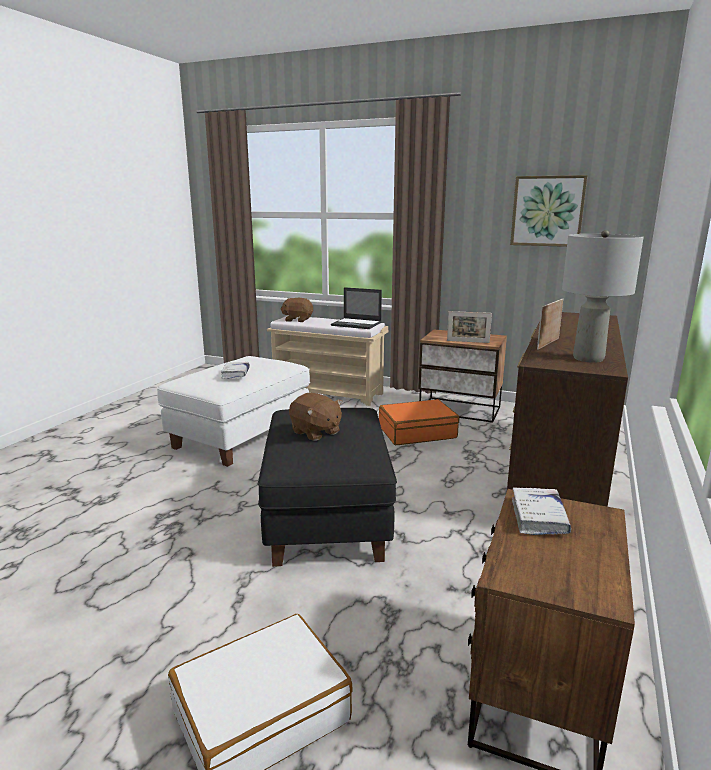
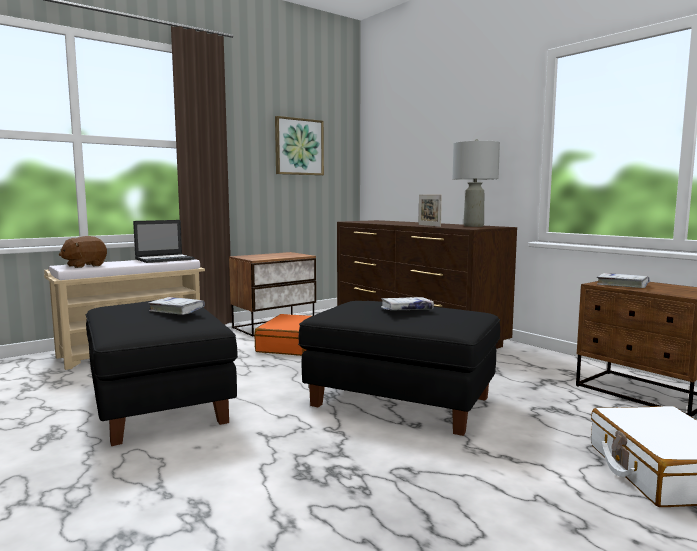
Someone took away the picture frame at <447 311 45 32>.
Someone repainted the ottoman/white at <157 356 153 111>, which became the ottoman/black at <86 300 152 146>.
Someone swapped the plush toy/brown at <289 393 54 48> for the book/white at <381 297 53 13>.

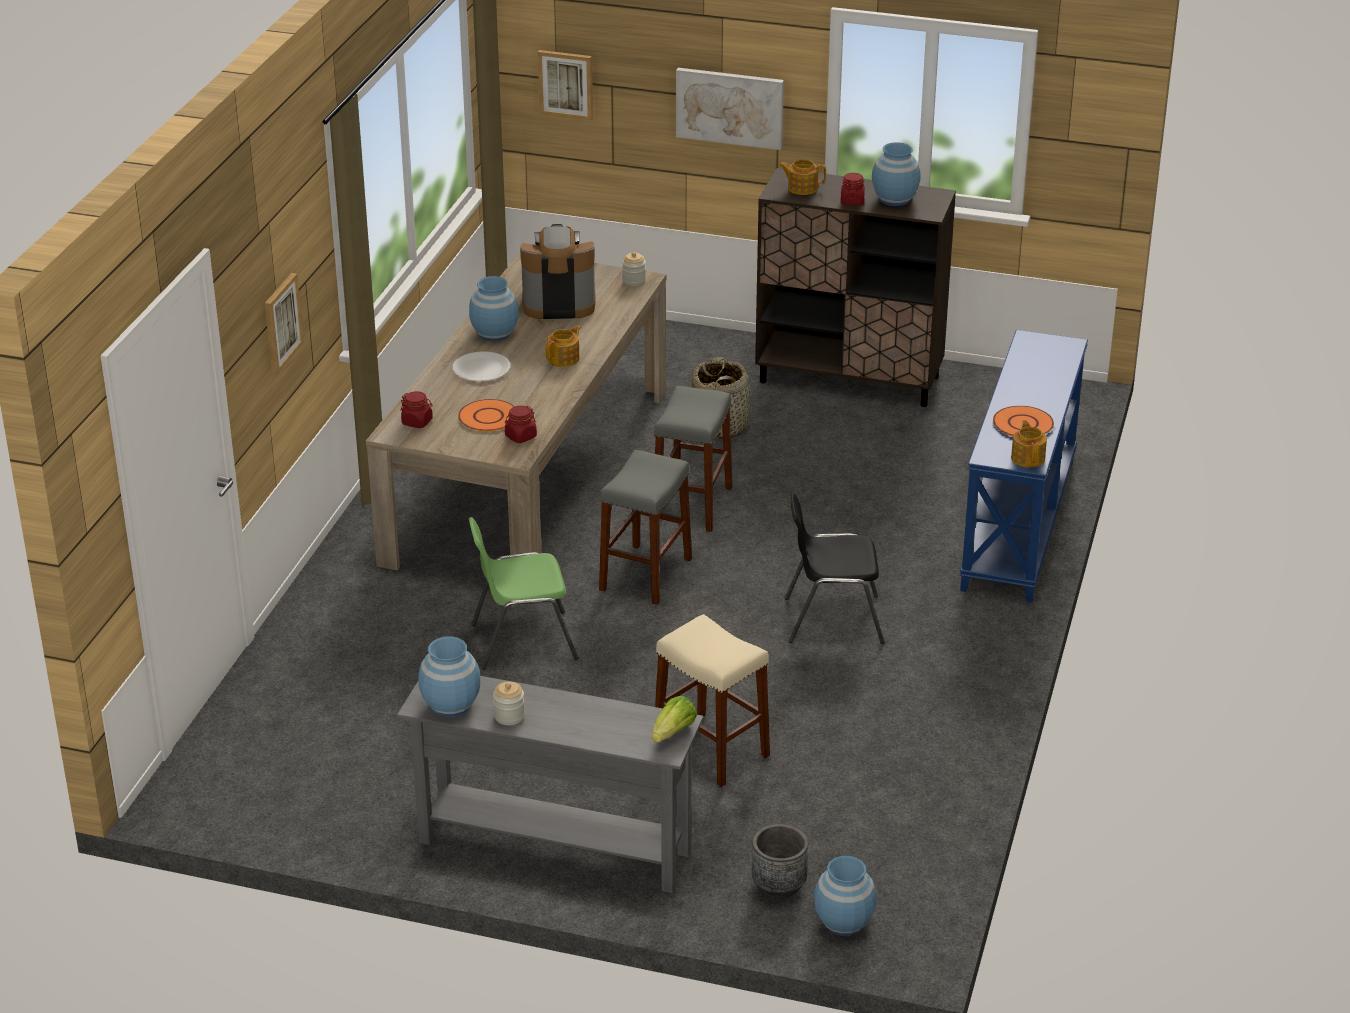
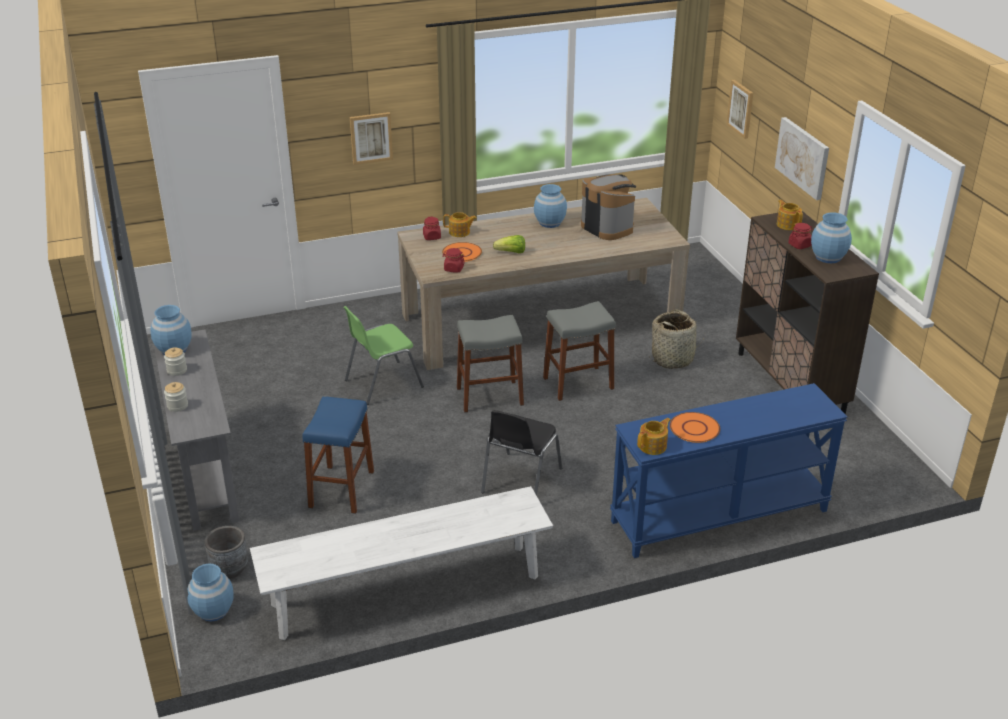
Someone carried the jar from <622 252 24 34> to <164 382 24 30>.
Someone carried the teapot from <545 325 36 42> to <443 212 34 25>.
Someone took away the plate/white at <453 351 58 30>.
Someone rotated the chair/black at <785 492 100 152> by 120 degrees counterclockwise.
Someone rotated the chair/green at <469 517 109 153> by 75 degrees counterclockwise.
Someone repainted the stool/beige at <655 614 115 173>, which became the stool/blue at <302 397 72 117>.
Someone carried the lettuce from <652 696 45 47> to <493 235 32 18>.
Someone put down the bench/white at <250 486 303 154>.

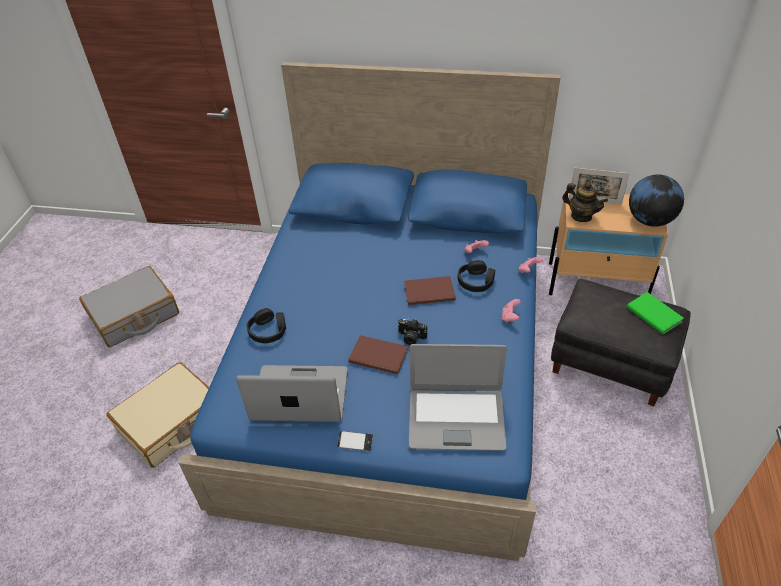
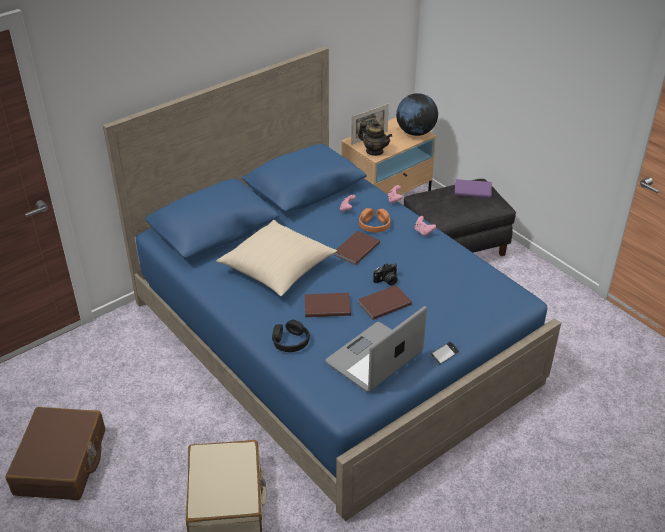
Someone rotated the teapot at <562 182 46 40> by 45 degrees clockwise.
Someone repainted the headphones/black at <458 260 37 32>, which became the headphones/orange at <359 208 31 25>.
Someone repainted the suitcase/grey at <79 266 100 81>, which became the suitcase/brown at <6 407 99 93>.
Someone repainted the book/green at <627 292 57 42>, which became the book/purple at <455 179 37 19>.
Someone took away the laptop at <409 344 98 107>.
Someone put down the pillow/beige at <216 220 121 76>.
Someone put down the book/brown at <304 293 47 24>.

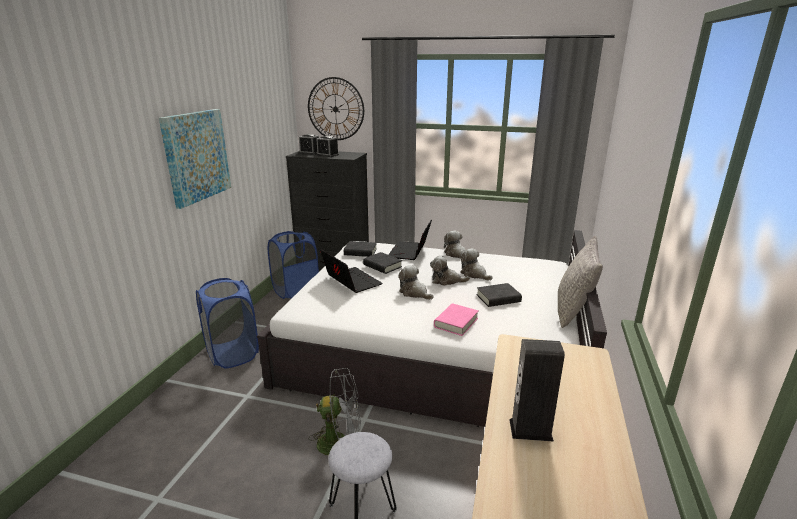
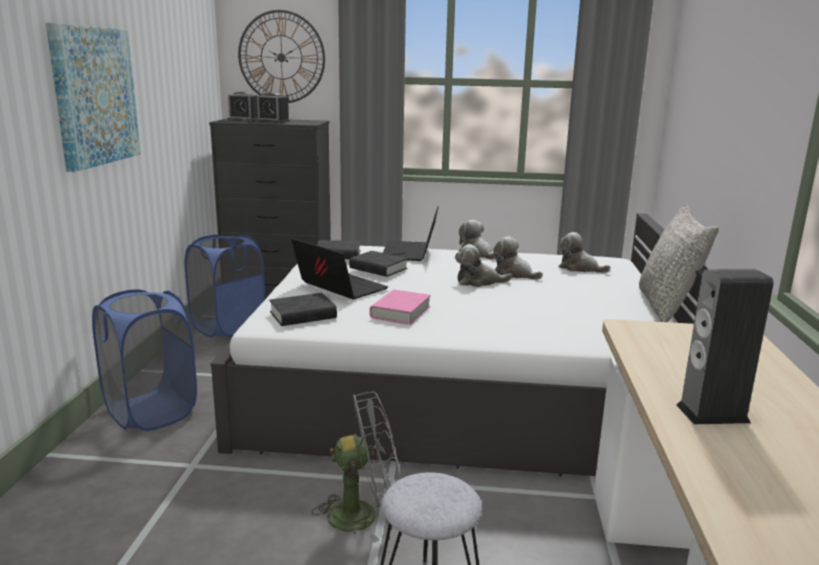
Someone carried the plush toy from <399 265 35 35> to <559 232 51 41>.
Someone carried the book/black from <476 283 46 24> to <269 293 68 33>.
Someone carried the book/pink from <434 303 44 33> to <370 290 61 35>.

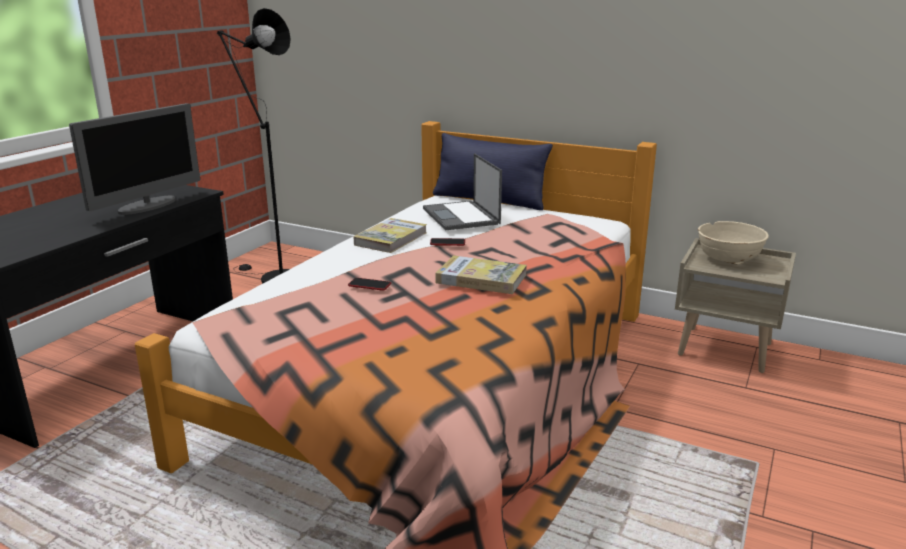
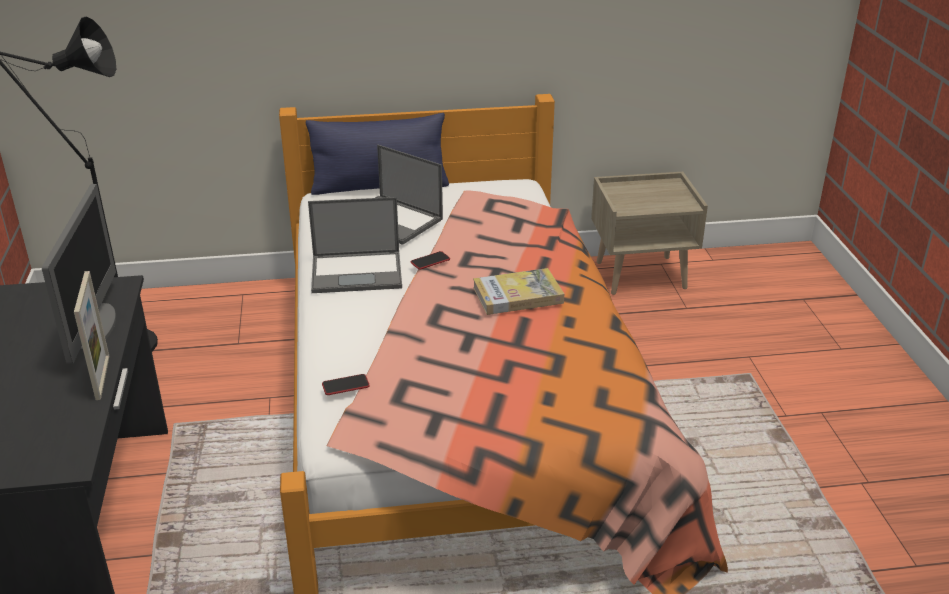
Someone swapped the book at <353 218 74 35> for the laptop at <308 197 94 96>.
Someone took away the bowl/beige at <698 221 71 44>.
Someone carried the phone from <348 278 43 13> to <322 374 48 21>.
Someone put down the picture frame at <74 271 35 129>.

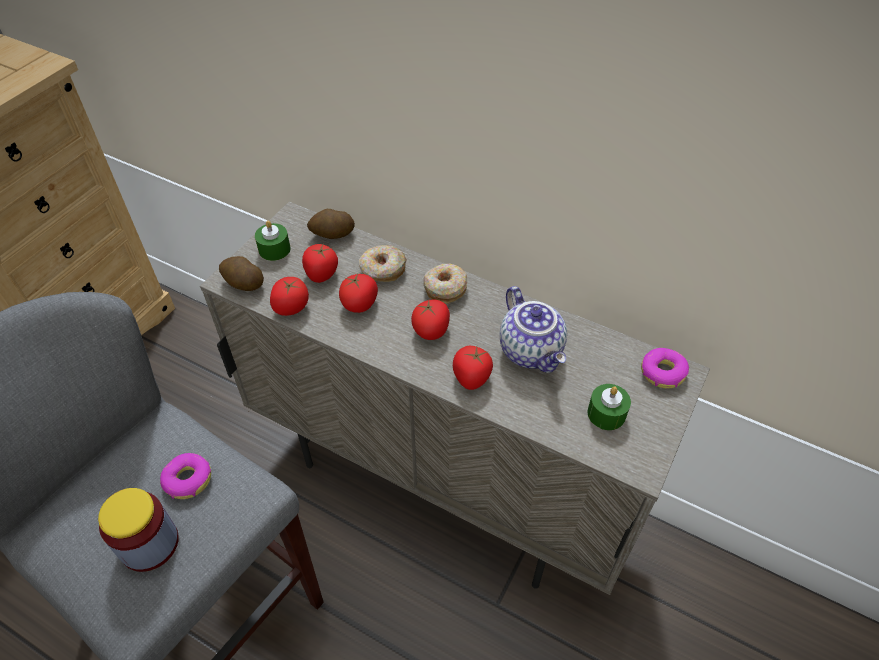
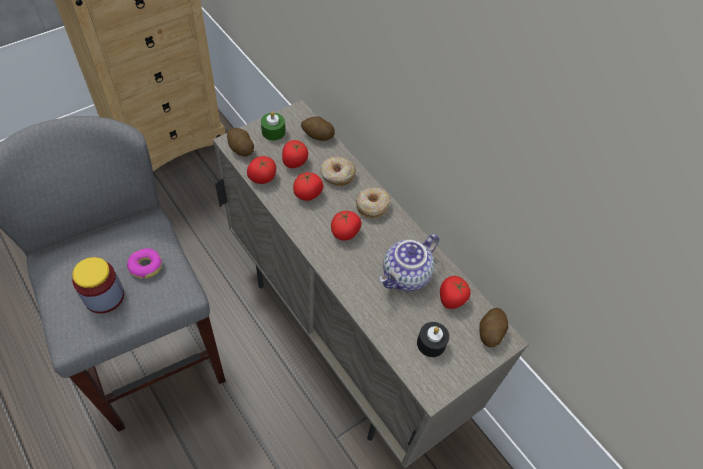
Someone rotated the teapot at <500 286 67 87> by 45 degrees clockwise.
Someone carried the tomato from <453 346 40 44> to <440 276 31 33>.
Someone swapped the donut at <641 348 48 41> for the potato at <479 308 30 39>.
Someone repainted the candle/green at <587 384 44 46>, which became the candle/black at <417 322 32 35>.

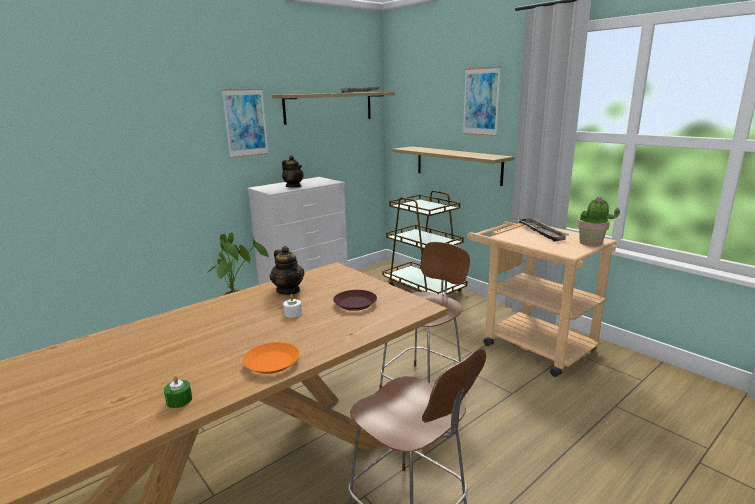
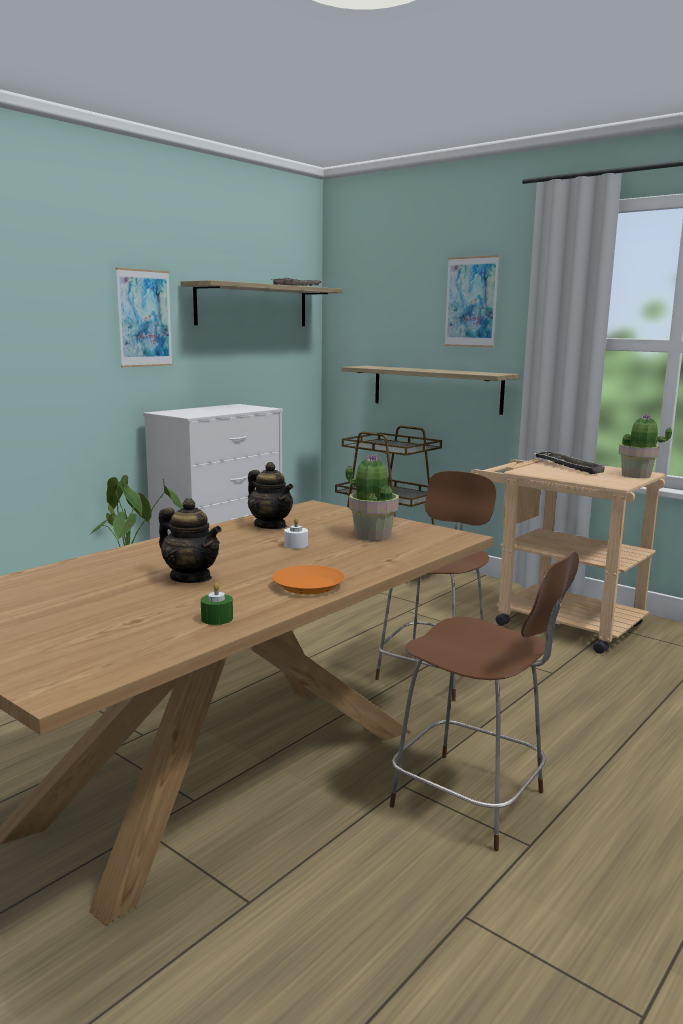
Someone carried the teapot from <282 156 22 32> to <159 498 63 85>.
Someone swapped the plate/brown at <333 290 44 21> for the potted plant at <346 454 53 87>.

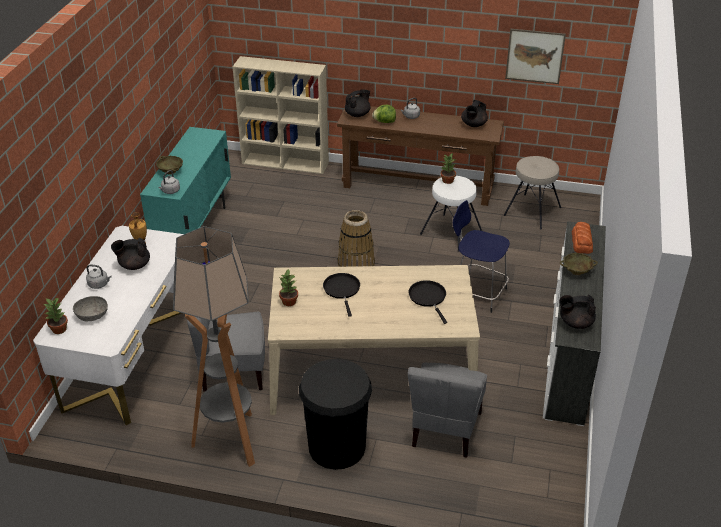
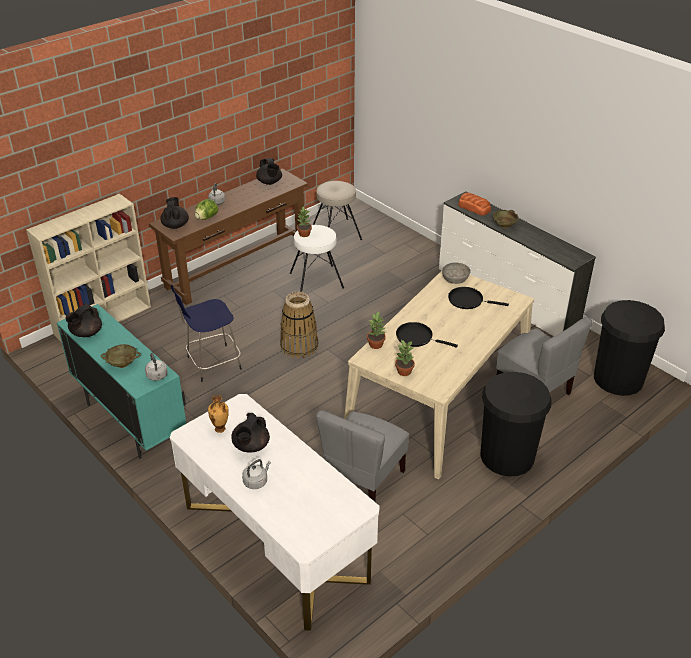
Someone took away the picture at <505 29 61 55>.
Someone carried the stool/blue from <453 200 57 113> to <171 285 71 97>.
Someone took away the floor lamp at <173 226 82 241>.
Someone carried the teapot/black from <559 295 37 34> to <65 303 37 34>.
Someone carried the bowl/grey from <73 296 35 25> to <442 262 29 22>.
Someone carried the potted plant from <44 297 24 37> to <367 312 19 37>.
Someone put down the trash can/black at <594 300 71 96>.

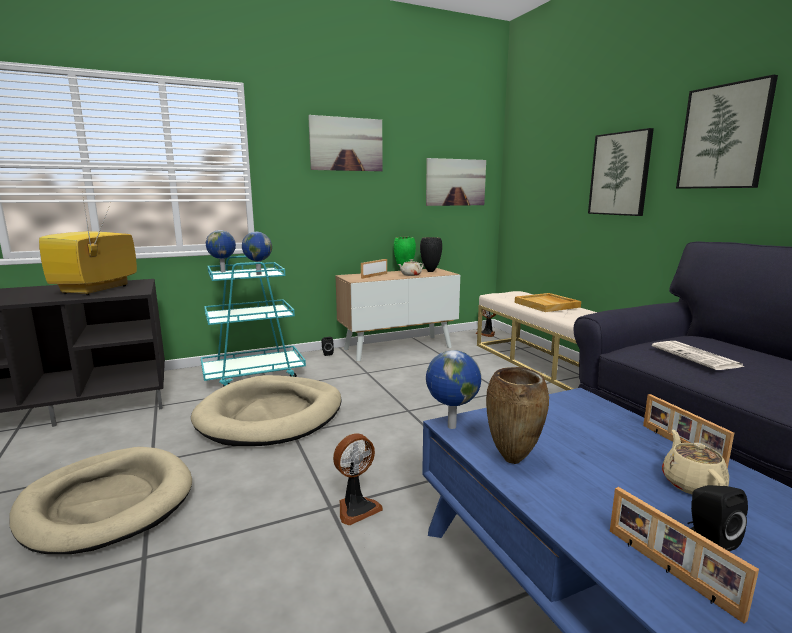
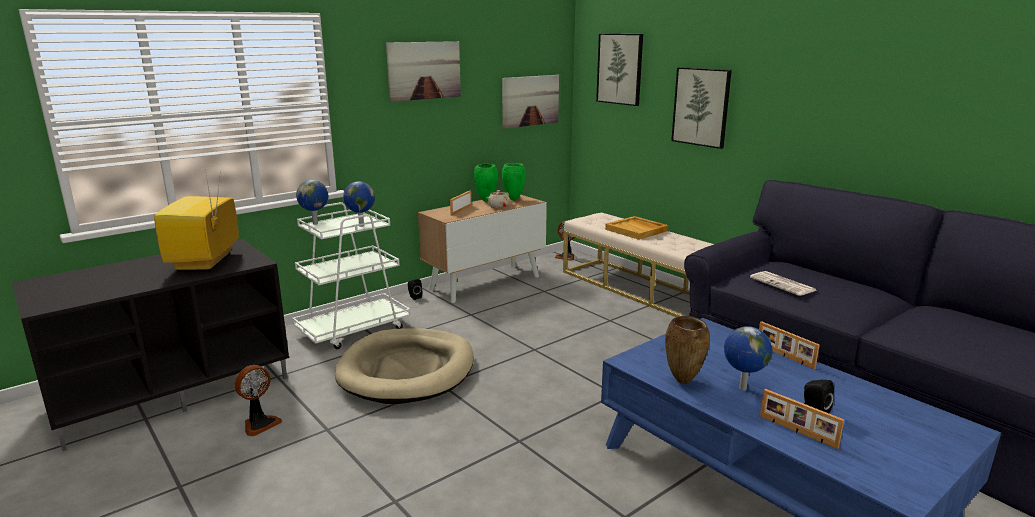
Someone carried the picture from <676 75 102 114> to <596 34 47 72>.
Someone repainted the vase/black at <420 237 22 35>, which became the vase/green at <502 163 23 37>.
Someone repainted the cart/turquoise at <201 256 105 131>, which became the cart/white at <292 202 118 147>.
Someone carried the globe from <426 350 55 79> to <724 326 49 64>.
Someone took away the teapot/beige at <662 429 67 65>.
Someone carried the fan from <333 433 50 92> to <234 365 48 71>.
Someone took away the dog bed/beige at <9 447 183 107>.

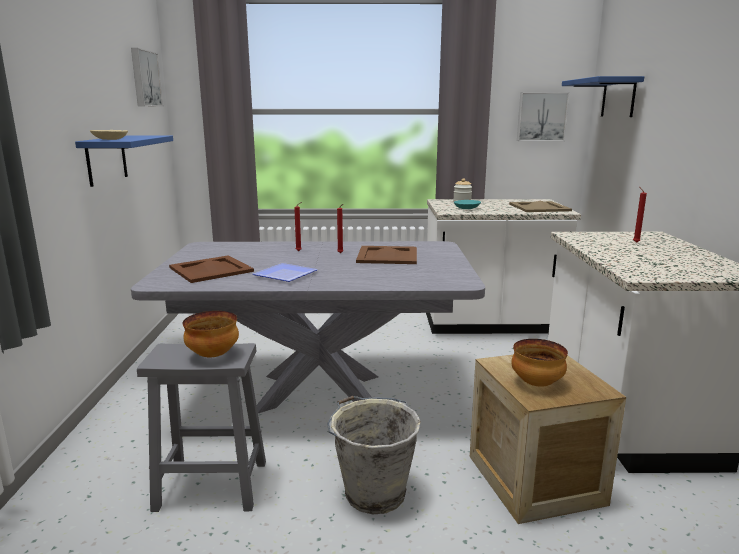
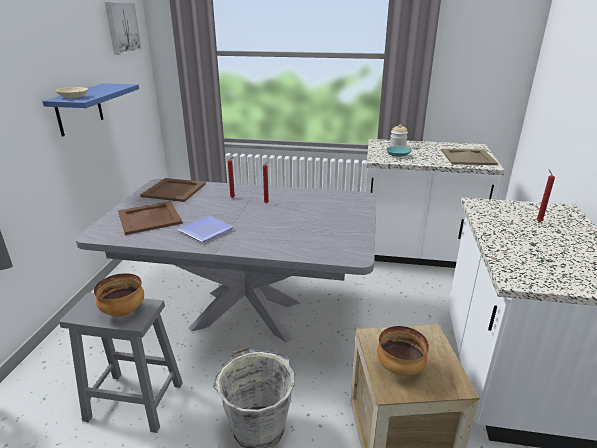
Someone took away the shelf/blue at <562 76 82 41>.
Someone took away the picture at <517 92 52 49>.
Someone carried the tray/brown from <356 246 61 18> to <140 178 66 24>.

